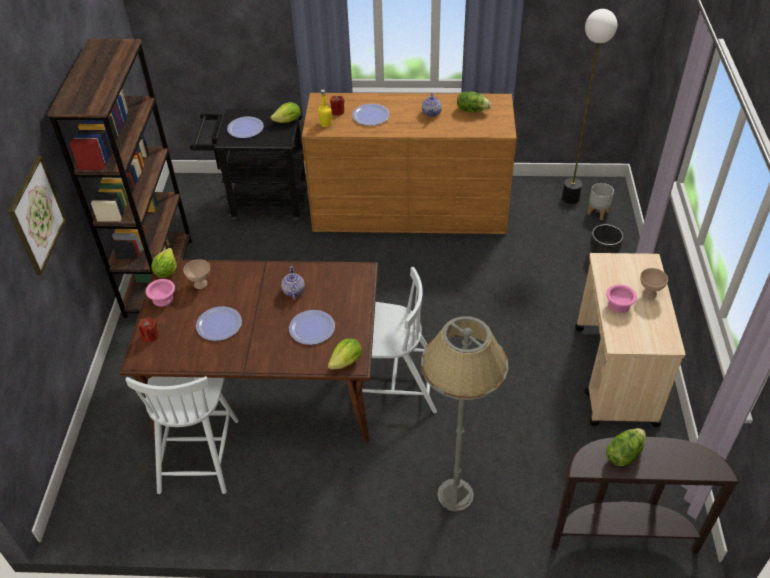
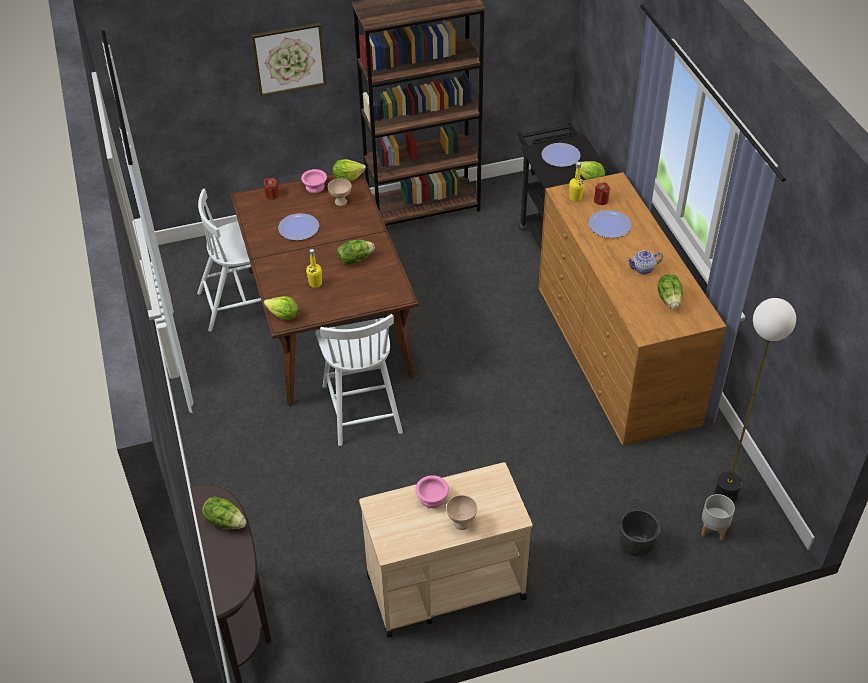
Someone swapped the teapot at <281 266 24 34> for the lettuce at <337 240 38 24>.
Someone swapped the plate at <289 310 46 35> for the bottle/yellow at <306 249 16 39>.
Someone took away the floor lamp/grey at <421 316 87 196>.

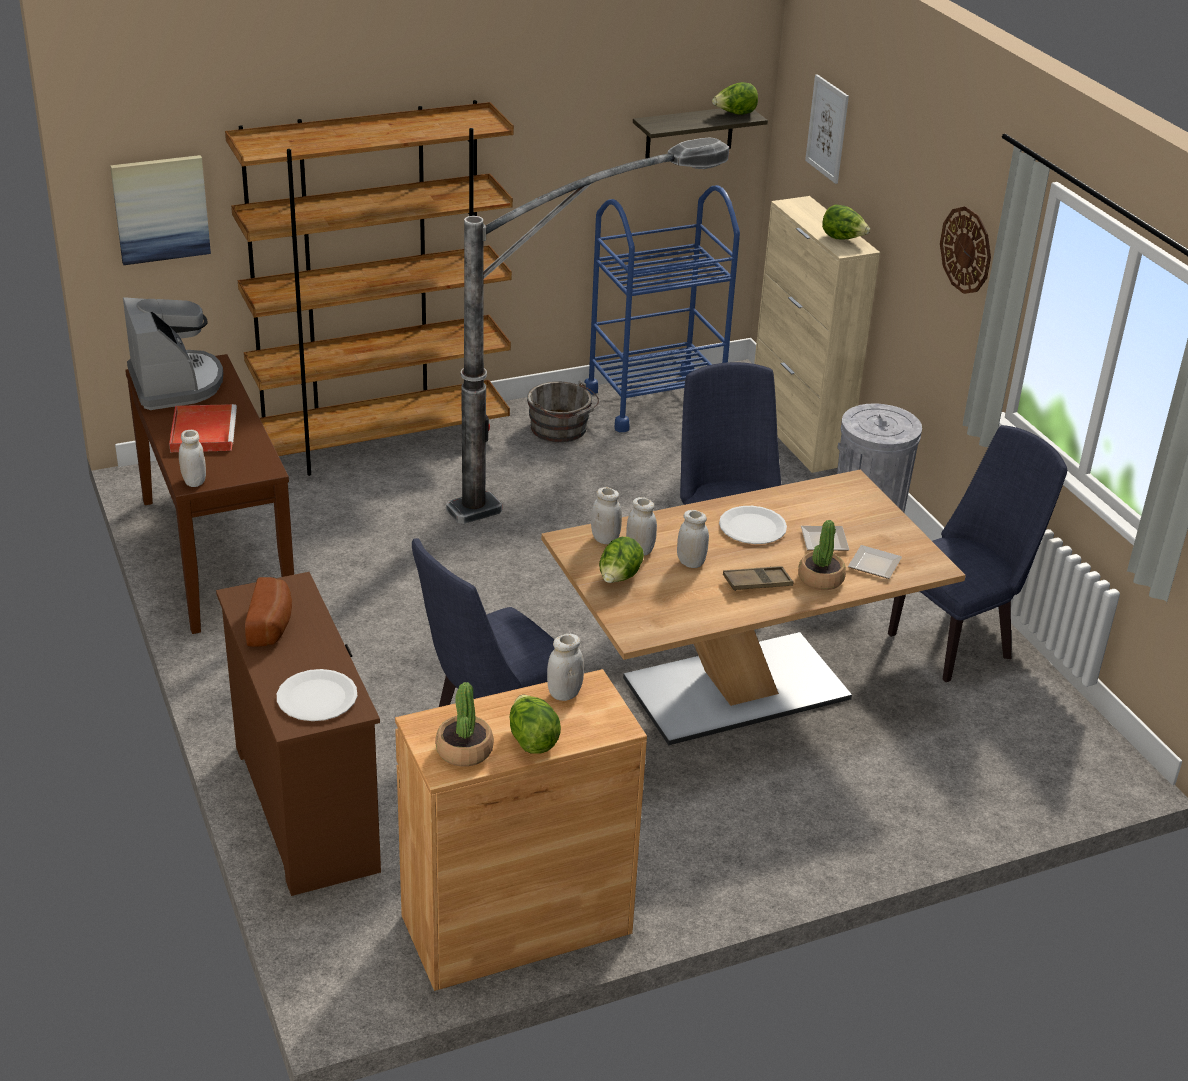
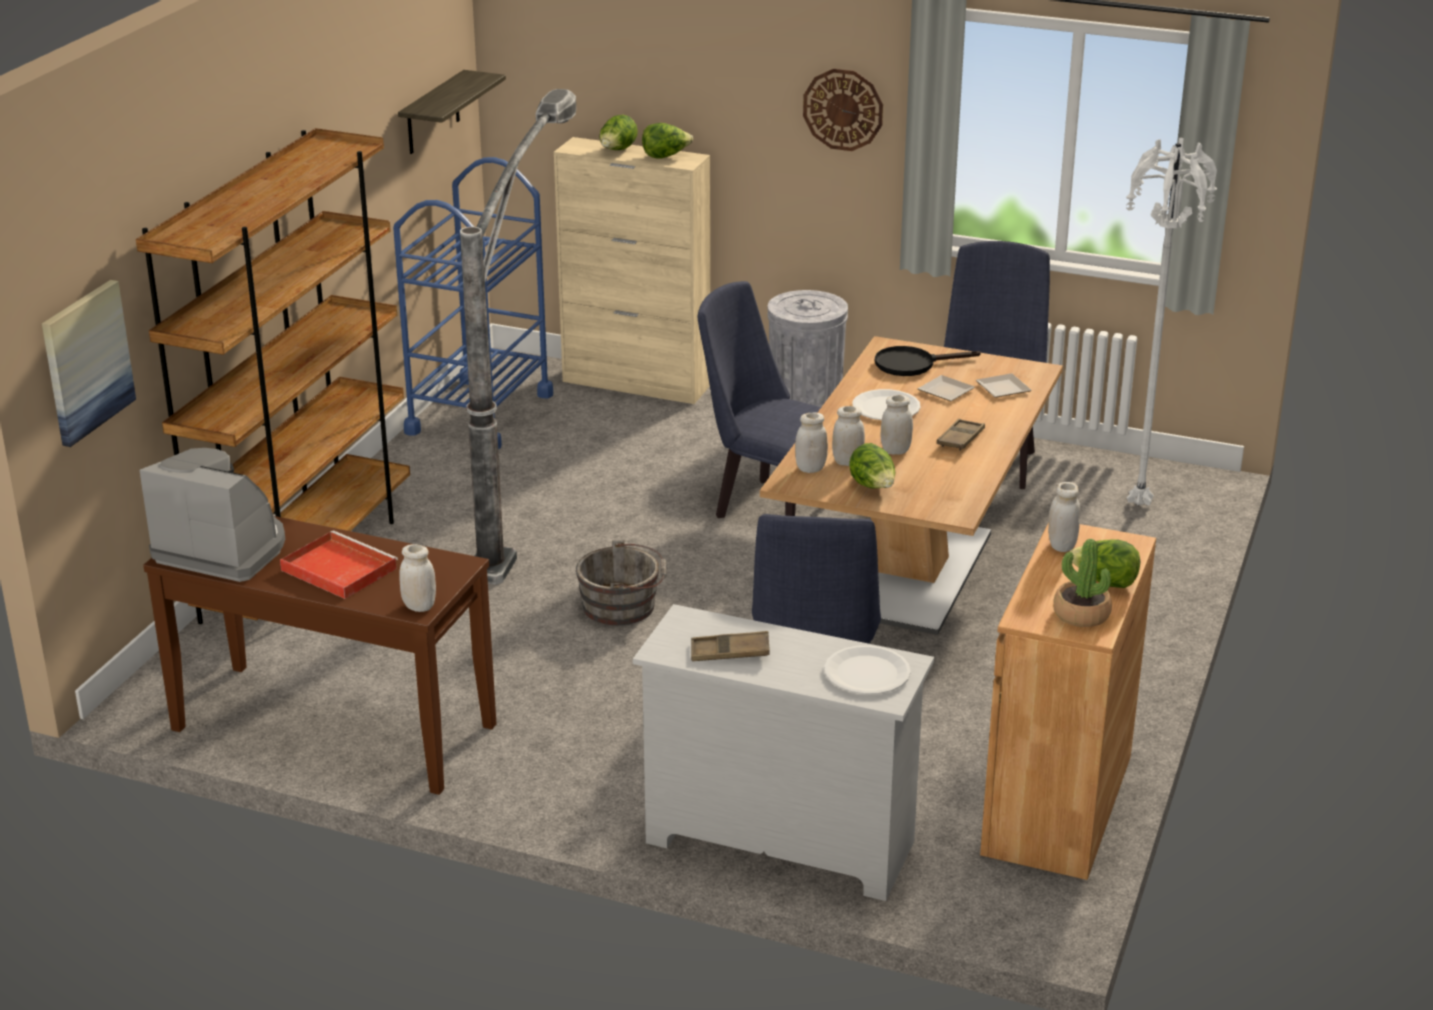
Someone took away the picture at <805 74 44 110>.
Someone carried the lettuce from <712 82 46 33> to <599 115 39 35>.
Someone carried the bucket/grey from <527 380 72 62> to <576 540 91 85>.
Someone took away the potted plant at <798 520 48 70>.
Someone repainted the dresser/brown at <216 572 165 324>, which became the dresser/white at <633 604 301 297>.
Someone swapped the bread at <245 577 47 70> for the tray/brown at <691 631 79 30>.
Someone put down the floor lamp/white at <1126 138 91 368>.
Someone put down the frying pan/black at <875 346 106 30>.

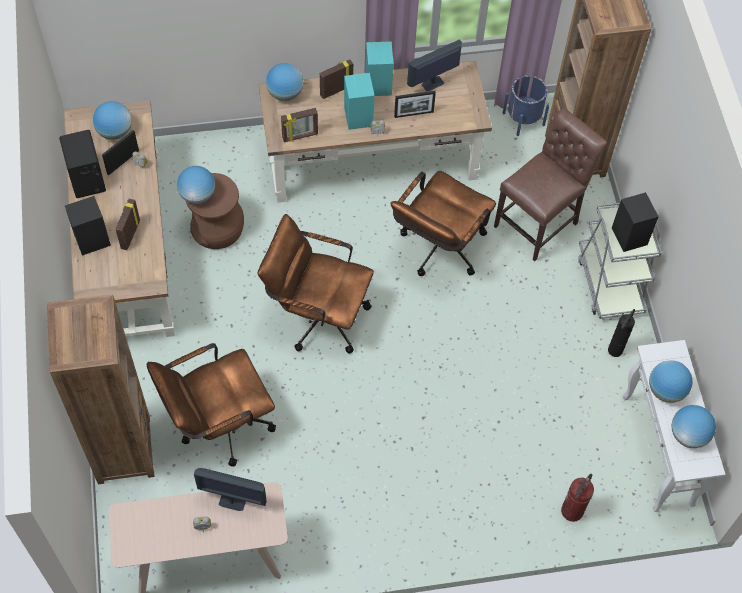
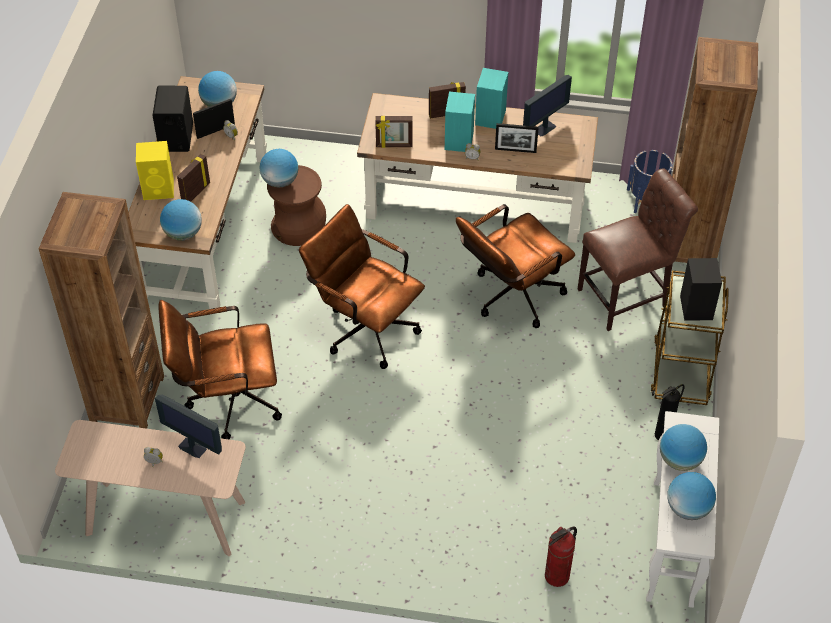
Someone rotated the monitor at <407 39 55 53> by 150 degrees clockwise.
Someone carried the globe from <266 63 37 38> to <160 199 42 42>.
Someone repainted the speaker/black at <65 196 46 60>, which became the speaker/yellow at <136 141 38 59>.
Someone repainted the cart/grey at <578 203 83 116>, which became the cart/brown at <651 270 78 135>.

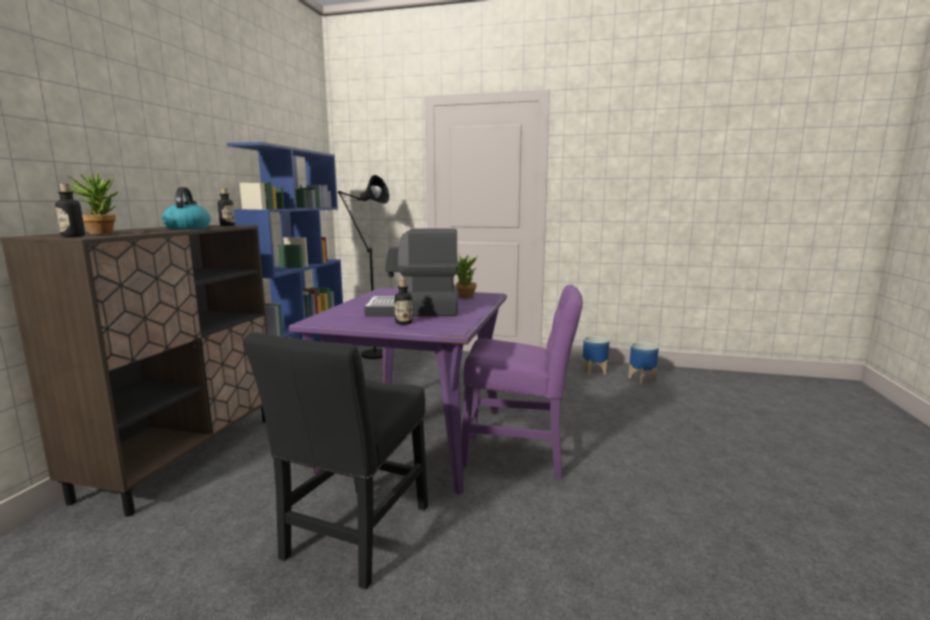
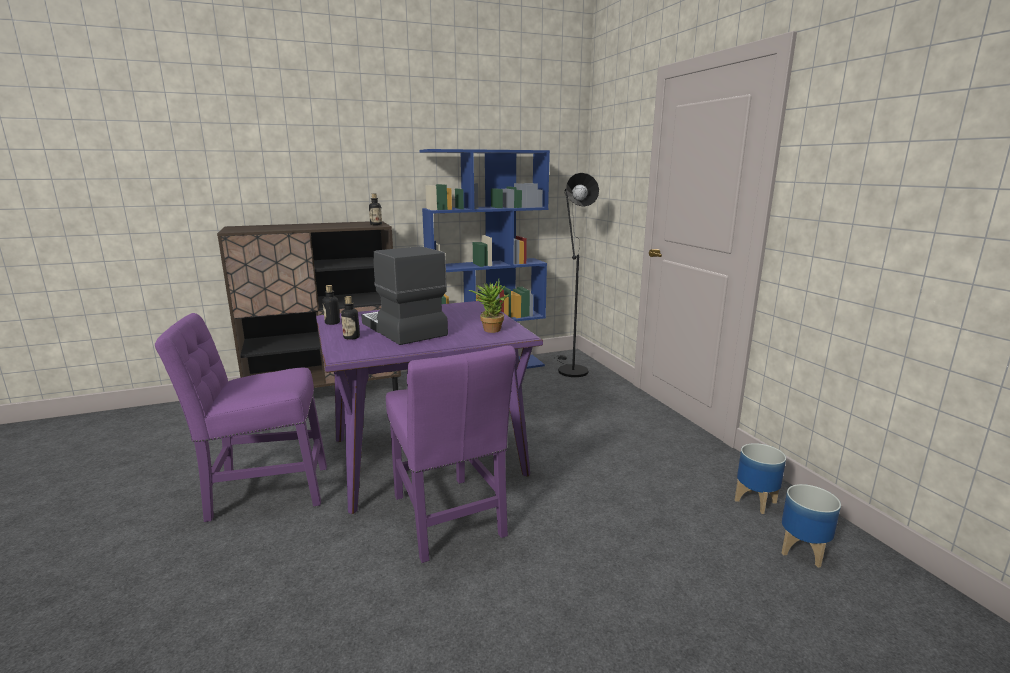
Someone took away the potted plant at <68 174 51 60>.
Someone carried the bottle from <55 184 30 53> to <323 285 17 40>.
Someone took away the kettle at <162 187 49 42>.
Someone repainted the chair/black at <243 332 185 258>, which became the chair/purple at <155 313 172 209>.

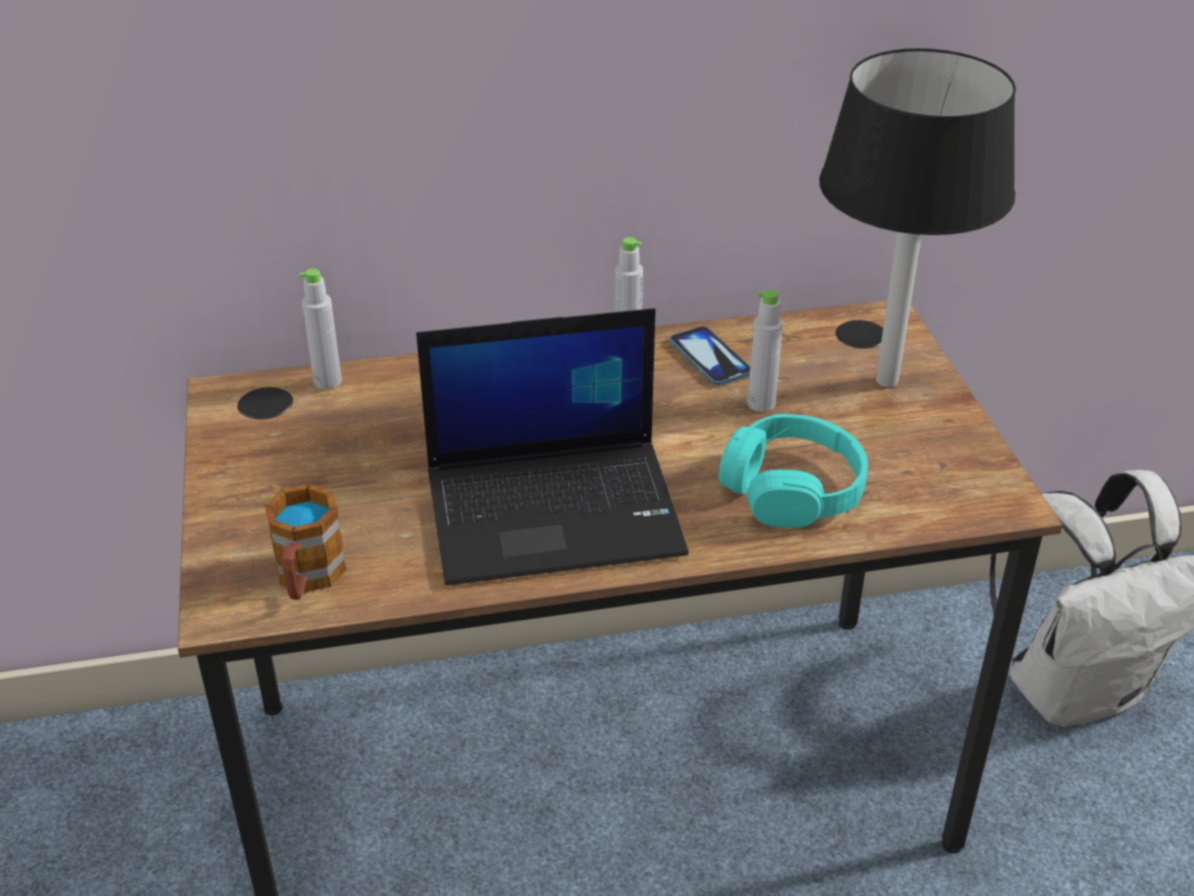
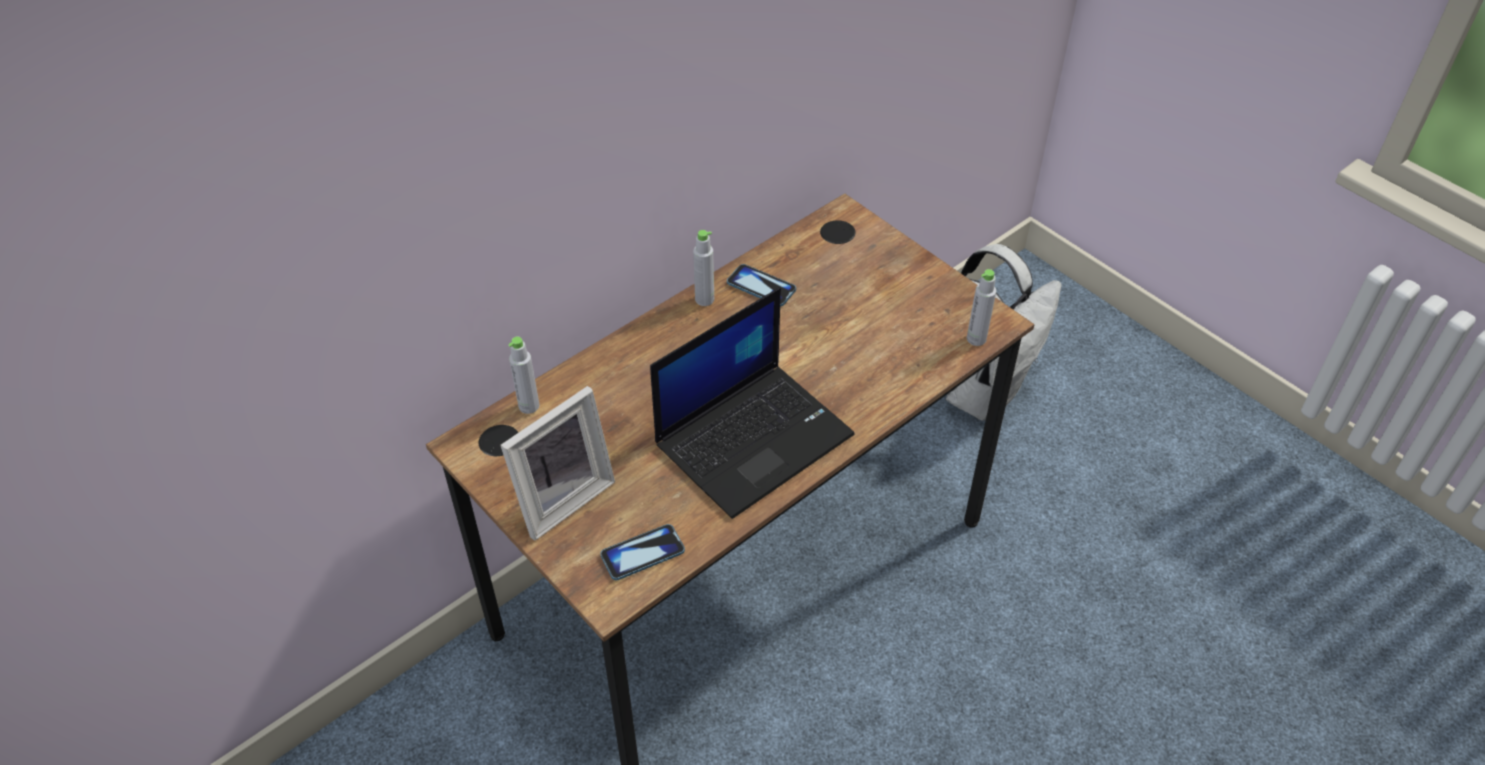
Someone took away the table lamp/black at <819 48 197 339>.
Someone carried the bottle/grey from <747 290 36 122> to <967 269 29 77>.
Someone took away the headphones/turquoise at <719 414 149 114>.
Someone swapped the mug at <265 484 82 116> for the phone at <600 524 85 56>.
Someone put down the picture frame at <500 386 115 155>.

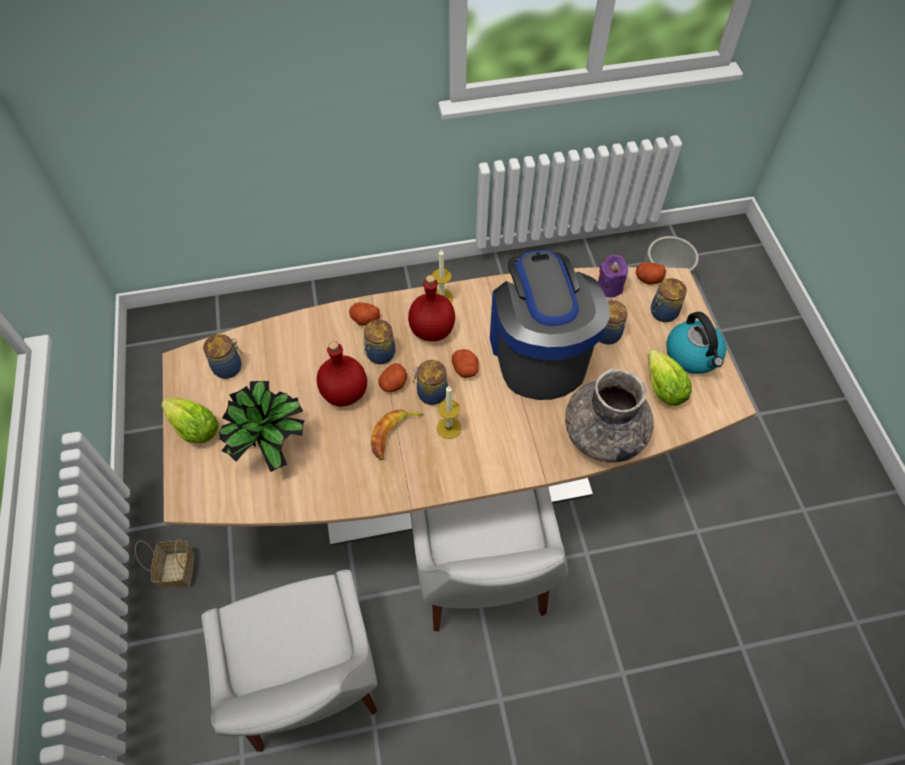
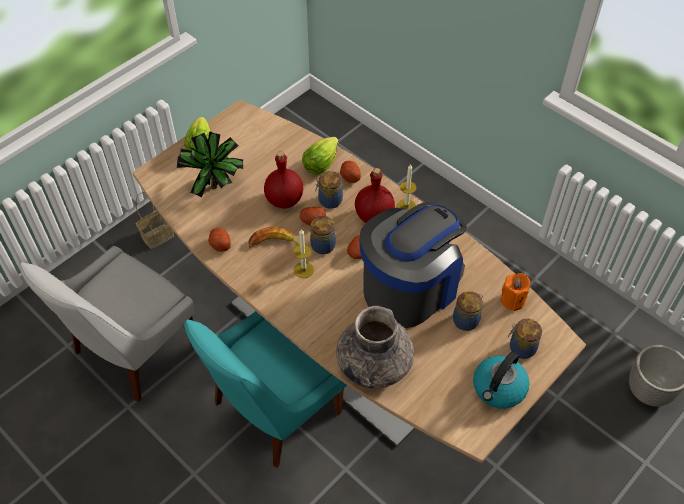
Someone repainted the candle/purple at <598 255 30 42>, which became the candle/orange at <501 273 29 38>.
Someone carried the potato from <636 263 30 22> to <208 228 23 24>.
Someone took away the jar at <203 334 39 45>.
Someone carried the lettuce from <648 350 44 56> to <302 137 36 38>.
Someone repainted the chair/white at <410 487 158 145>, which became the chair/turquoise at <184 311 163 157>.

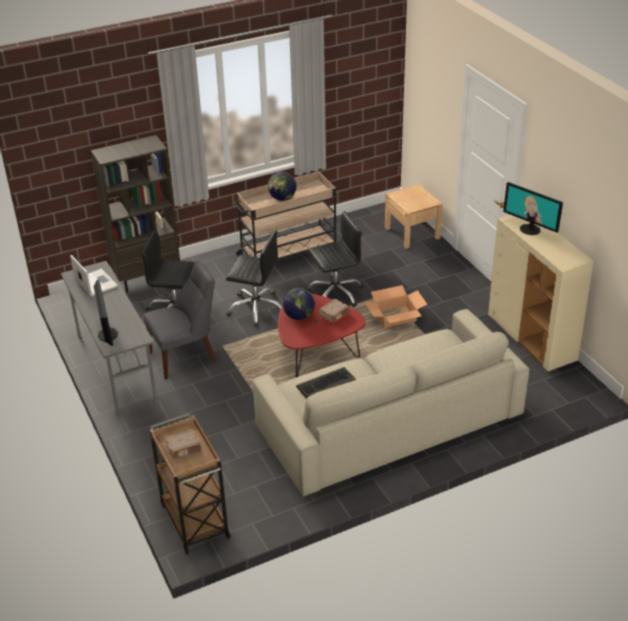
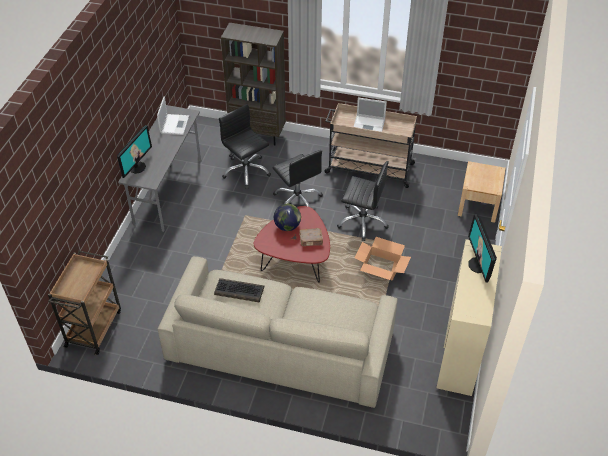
Someone swapped the globe at <268 172 29 29> for the laptop at <354 97 33 35>.
Someone took away the chair/grey at <143 261 74 119>.
Someone took away the book/brown at <165 429 36 30>.

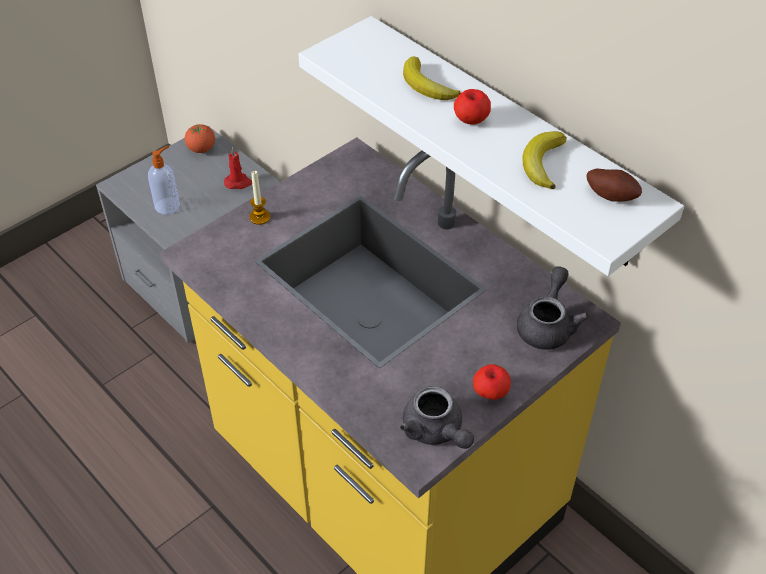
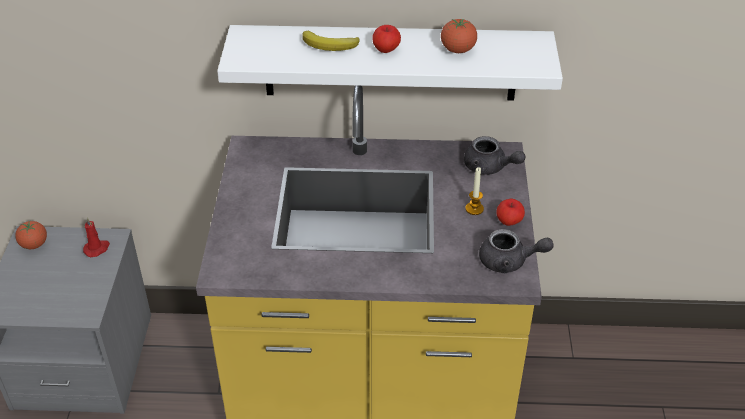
Someone swapped the banana at <522 131 45 58> for the tomato at <441 19 36 34>.
Someone took away the soap dispenser at <148 146 32 69>.
Someone took away the potato at <586 169 56 33>.
Someone carried the candle from <249 171 21 54> to <466 167 18 48>.
Someone rotated the teapot/grey at <517 266 72 84> by 150 degrees clockwise.

